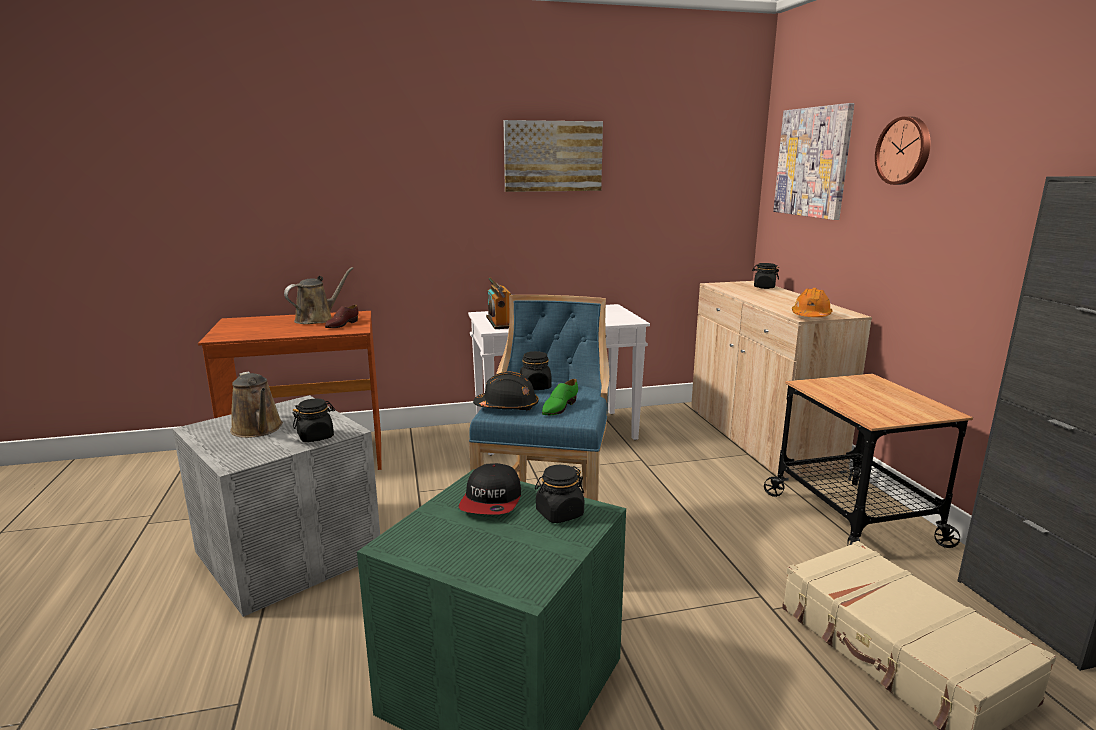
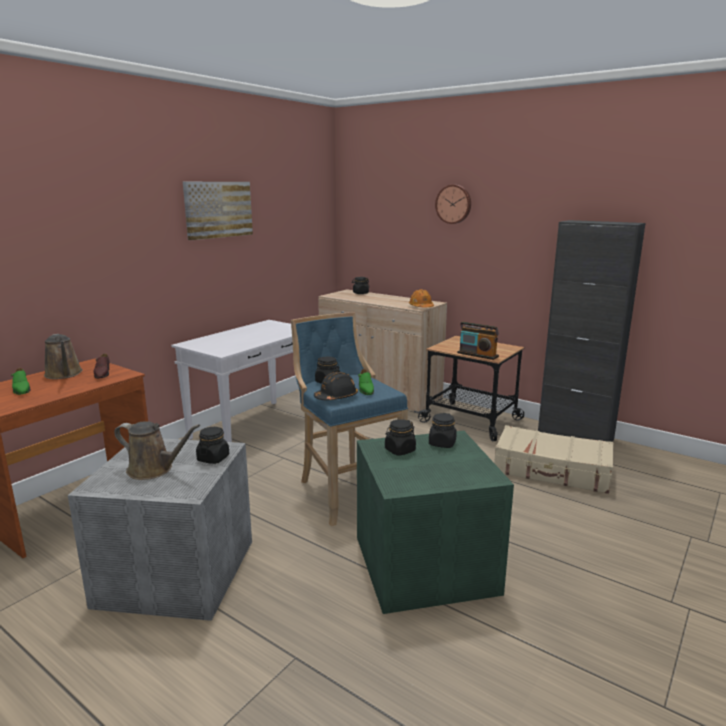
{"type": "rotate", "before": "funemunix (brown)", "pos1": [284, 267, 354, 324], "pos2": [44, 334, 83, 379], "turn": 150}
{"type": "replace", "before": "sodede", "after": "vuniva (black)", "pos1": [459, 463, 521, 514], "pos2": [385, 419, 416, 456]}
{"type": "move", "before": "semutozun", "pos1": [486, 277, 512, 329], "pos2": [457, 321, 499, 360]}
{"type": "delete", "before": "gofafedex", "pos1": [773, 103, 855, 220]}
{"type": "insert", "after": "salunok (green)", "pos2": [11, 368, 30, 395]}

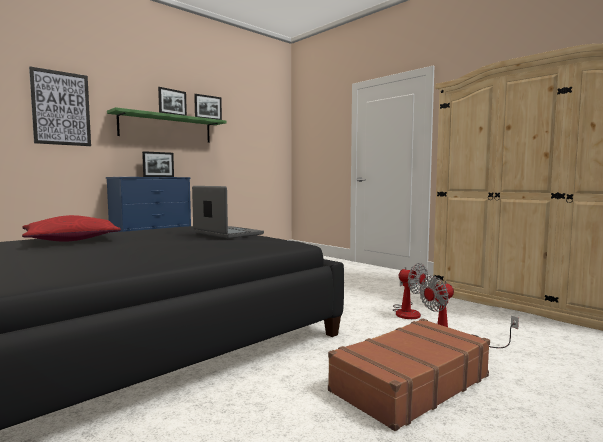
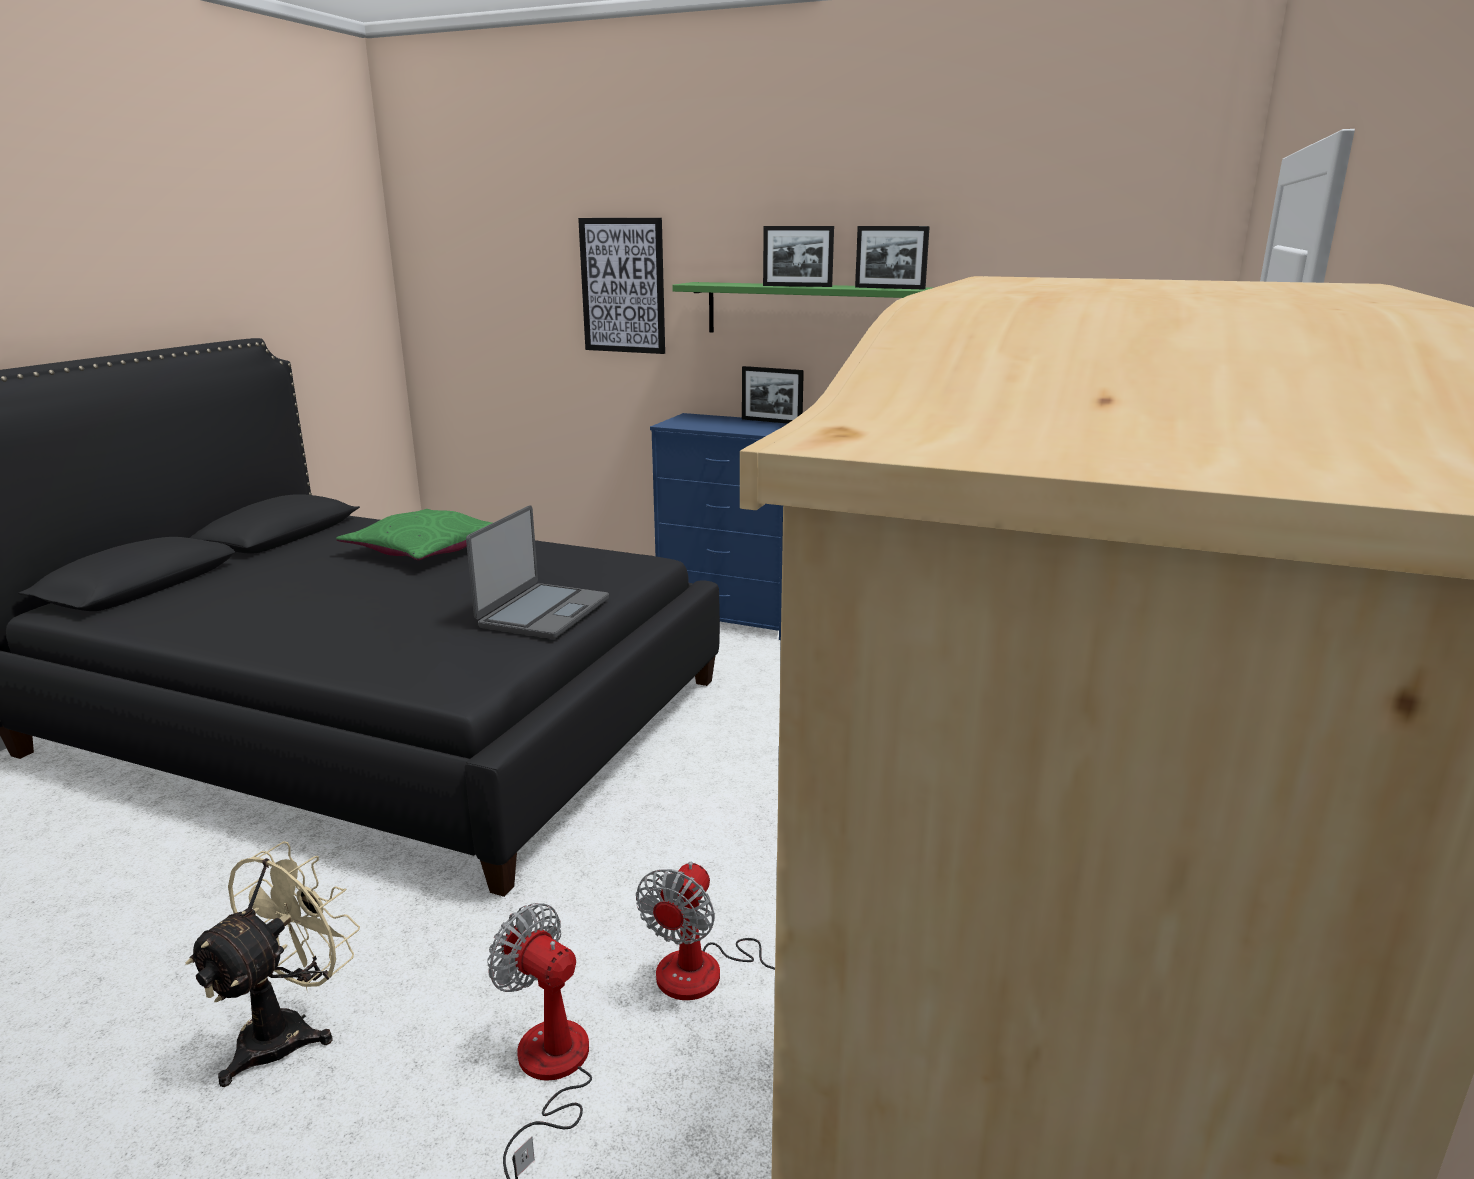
{"type": "recolor", "before": "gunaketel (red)", "after": "gunaketel (green)", "pos1": [22, 215, 121, 242], "pos2": [336, 509, 492, 560]}
{"type": "replace", "before": "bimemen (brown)", "after": "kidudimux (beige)", "pos1": [328, 319, 490, 431], "pos2": [185, 841, 360, 1087]}

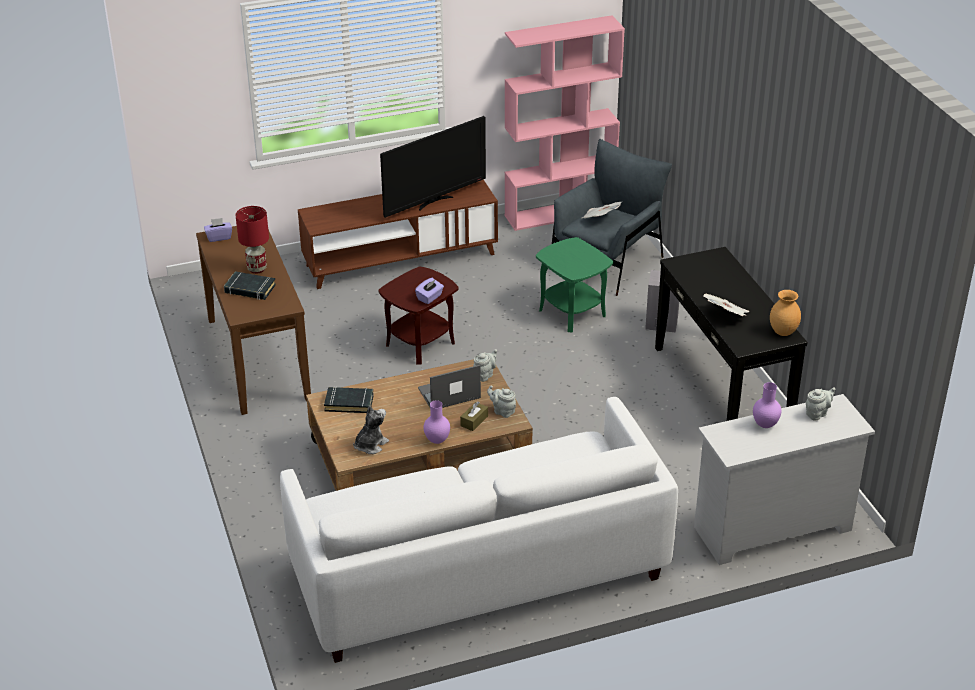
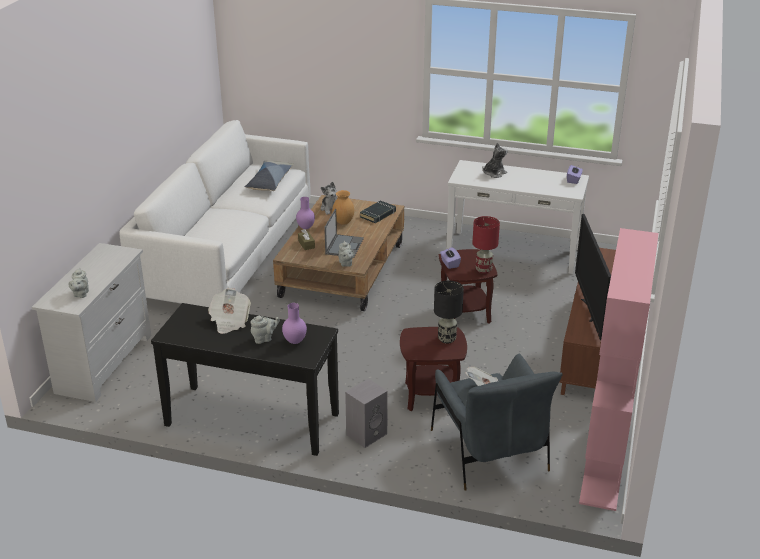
{"type": "recolor", "before": "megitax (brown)", "after": "megitax (white)", "pos1": [196, 226, 311, 415], "pos2": [446, 160, 589, 274]}
{"type": "replace", "before": "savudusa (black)", "after": "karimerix", "pos1": [224, 271, 276, 300], "pos2": [482, 143, 508, 178]}
{"type": "move", "before": "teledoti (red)", "pos1": [236, 206, 269, 274], "pos2": [473, 216, 500, 274]}
{"type": "move", "before": "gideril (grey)", "pos1": [487, 386, 516, 418], "pos2": [251, 316, 280, 344]}
{"type": "recolor", "before": "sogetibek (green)", "after": "sogetibek (brown)", "pos1": [536, 237, 613, 333], "pos2": [400, 327, 467, 411]}
{"type": "move", "before": "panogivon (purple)", "pos1": [753, 382, 781, 428], "pos2": [282, 303, 307, 344]}
{"type": "move", "before": "panogivon (brown)", "pos1": [770, 290, 801, 336], "pos2": [332, 190, 354, 225]}
{"type": "insert", "after": "gunaketel", "pos2": [245, 161, 294, 191]}
{"type": "insert", "after": "teledoti (black)", "pos2": [434, 281, 464, 344]}

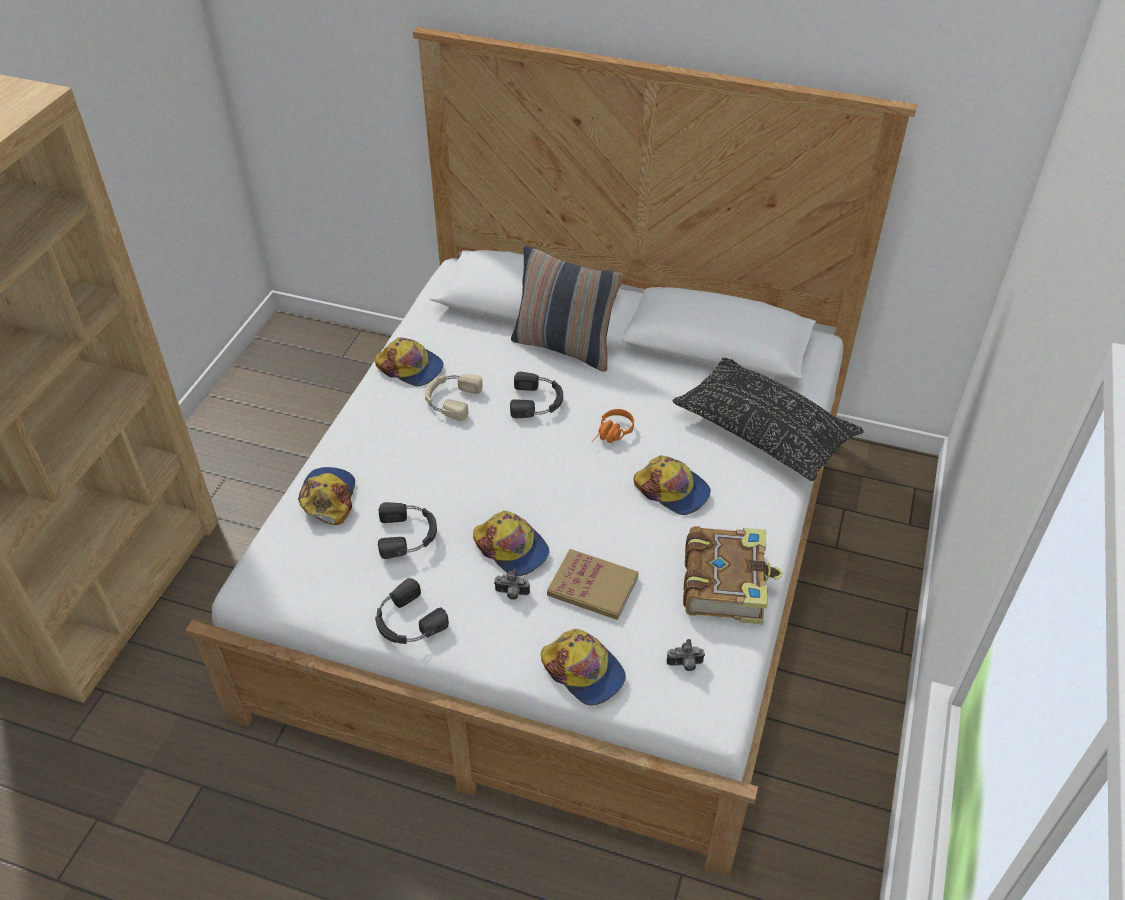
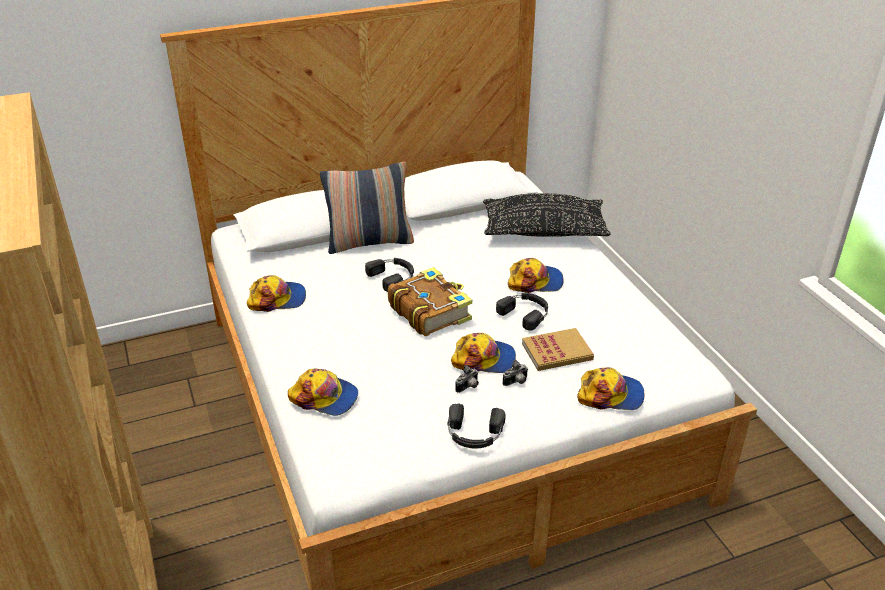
{"type": "rotate", "before": "sodede", "pos1": [298, 467, 355, 525], "pos2": [288, 369, 358, 416], "turn": 150}
{"type": "move", "before": "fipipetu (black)", "pos1": [378, 502, 437, 559], "pos2": [496, 293, 548, 331]}
{"type": "delete", "before": "fipipetu (beige)", "pos1": [425, 374, 483, 421]}
{"type": "delete", "before": "fipipetu (orange)", "pos1": [592, 409, 634, 443]}
{"type": "move", "before": "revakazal", "pos1": [667, 639, 705, 671], "pos2": [455, 365, 479, 393]}
{"type": "move", "before": "savudusa", "pos1": [683, 526, 783, 624], "pos2": [388, 267, 472, 336]}

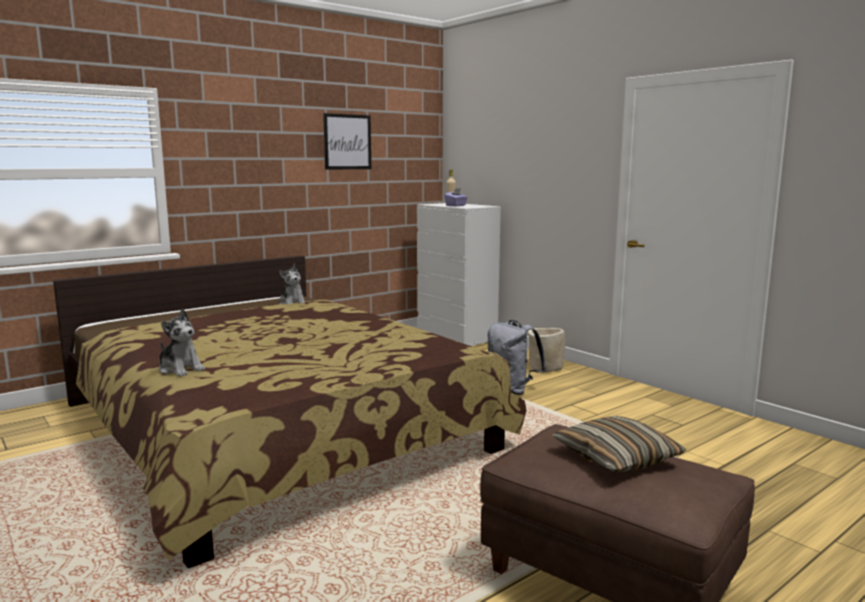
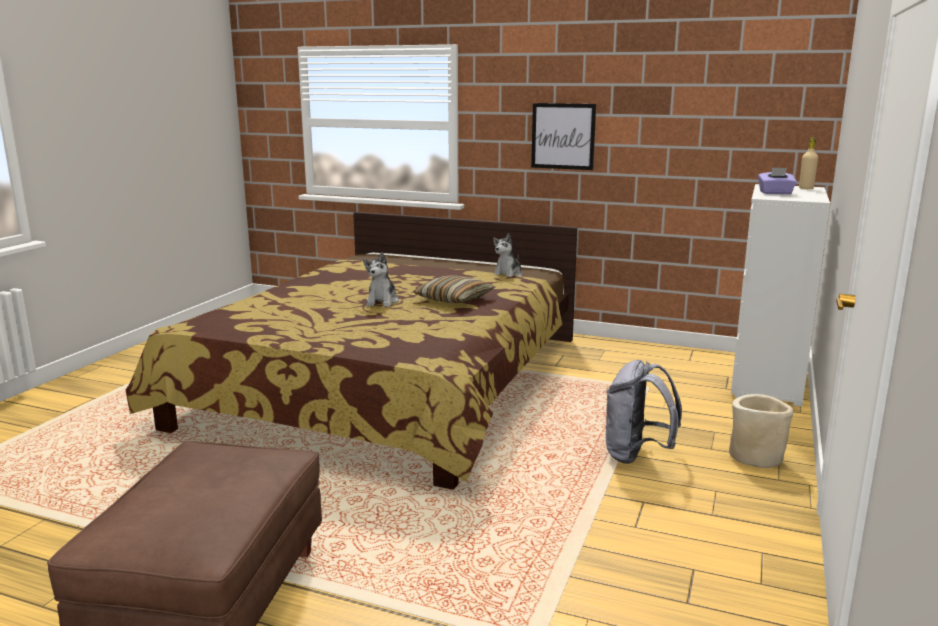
{"type": "move", "before": "karimerix", "pos1": [159, 309, 205, 377], "pos2": [363, 252, 399, 307]}
{"type": "move", "before": "gofafedex", "pos1": [323, 113, 371, 170], "pos2": [531, 103, 596, 170]}
{"type": "move", "before": "gunaketel", "pos1": [552, 416, 687, 473], "pos2": [413, 275, 496, 304]}

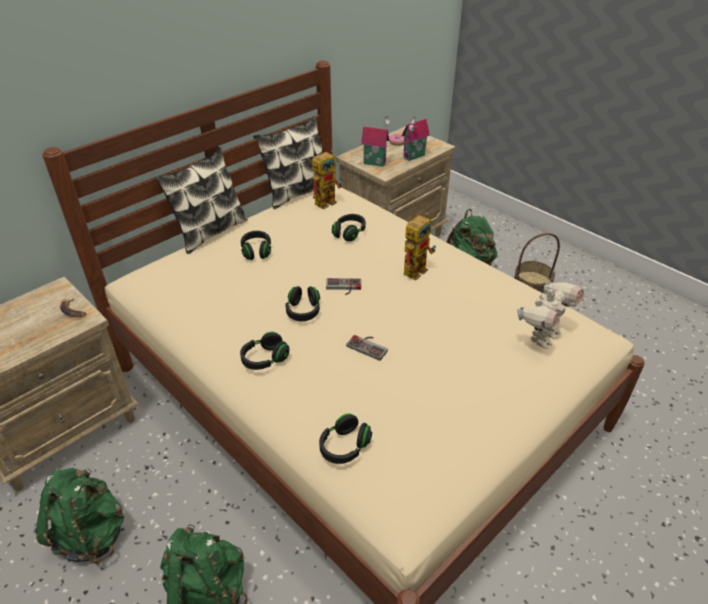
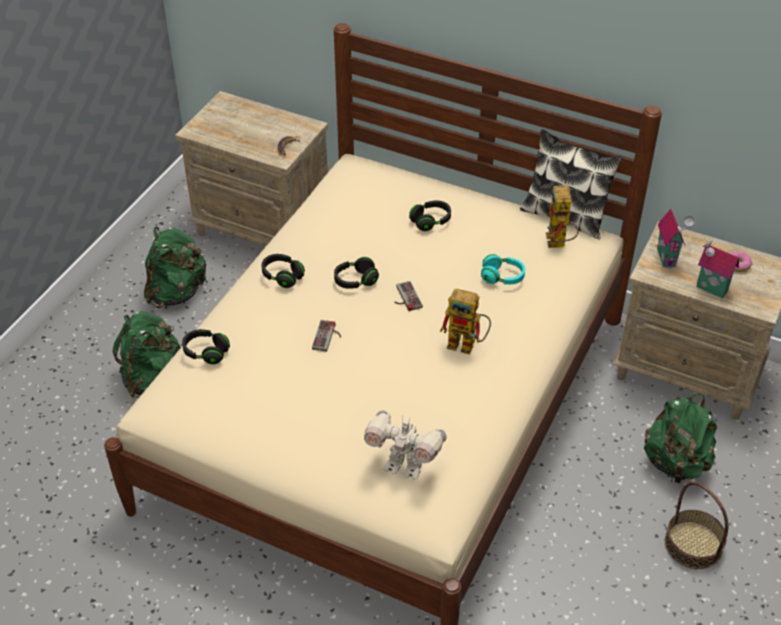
{"type": "delete", "before": "gunaketel", "pos1": [155, 147, 248, 254]}
{"type": "rotate", "before": "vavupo", "pos1": [312, 150, 343, 209], "pos2": [546, 186, 579, 248], "turn": 60}
{"type": "recolor", "before": "fipipetu (black)", "after": "fipipetu (turquoise)", "pos1": [332, 214, 366, 241], "pos2": [481, 254, 525, 285]}

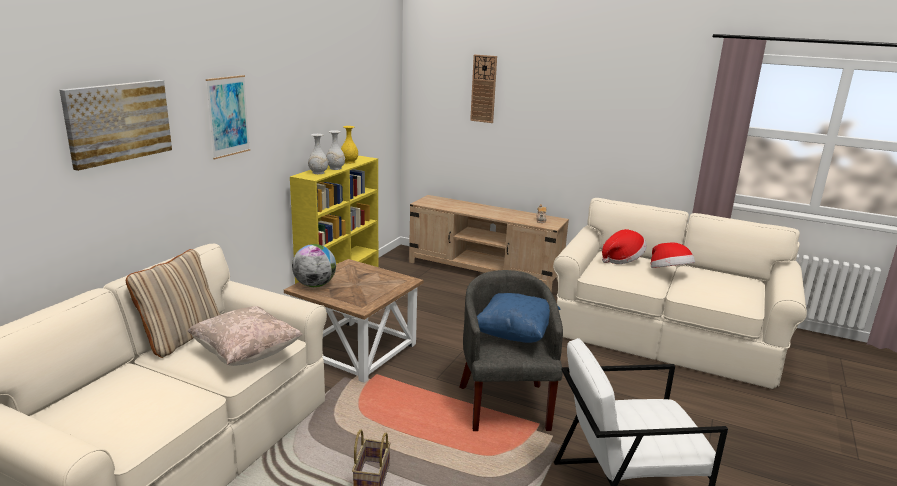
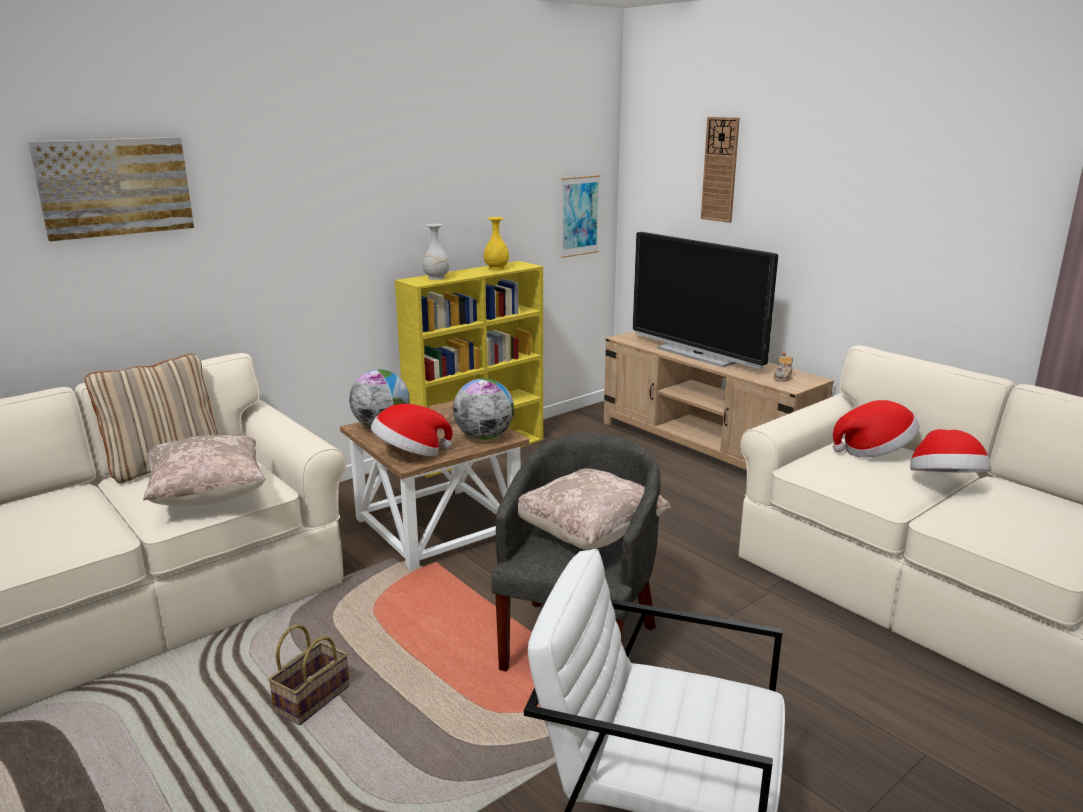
{"type": "move", "before": "gofafedex", "pos1": [206, 75, 250, 159], "pos2": [561, 175, 601, 258]}
{"type": "delete", "before": "panogivon (white)", "pos1": [326, 130, 345, 170]}
{"type": "recolor", "before": "gunaketel (blue)", "after": "gunaketel (beige)", "pos1": [477, 293, 561, 343], "pos2": [518, 468, 671, 550]}
{"type": "insert", "after": "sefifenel", "pos2": [371, 404, 453, 456]}
{"type": "insert", "after": "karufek", "pos2": [453, 378, 514, 440]}
{"type": "insert", "after": "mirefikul", "pos2": [633, 232, 778, 369]}

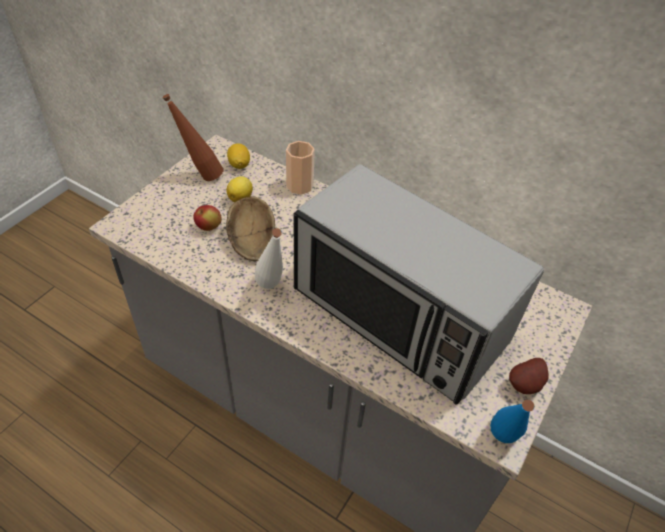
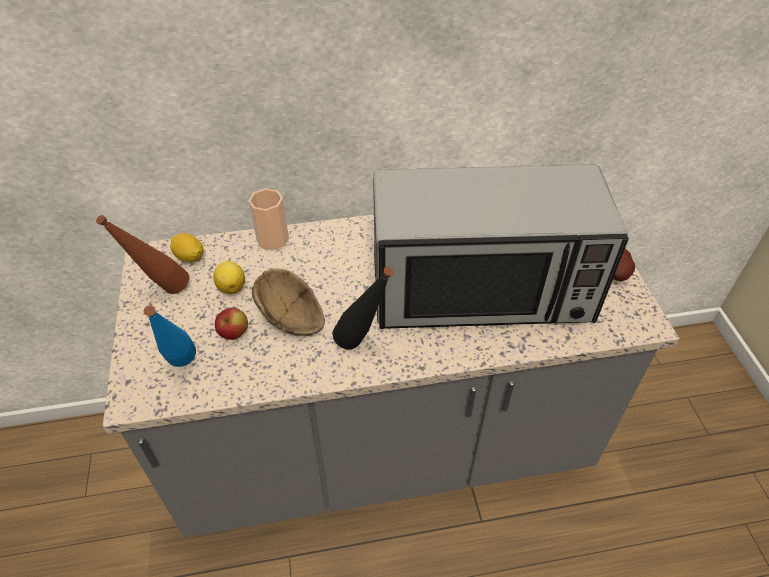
{"type": "recolor", "before": "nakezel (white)", "after": "nakezel (black)", "pos1": [255, 228, 283, 289], "pos2": [333, 267, 394, 350]}
{"type": "move", "before": "nakezel (blue)", "pos1": [490, 400, 534, 443], "pos2": [144, 305, 196, 367]}

